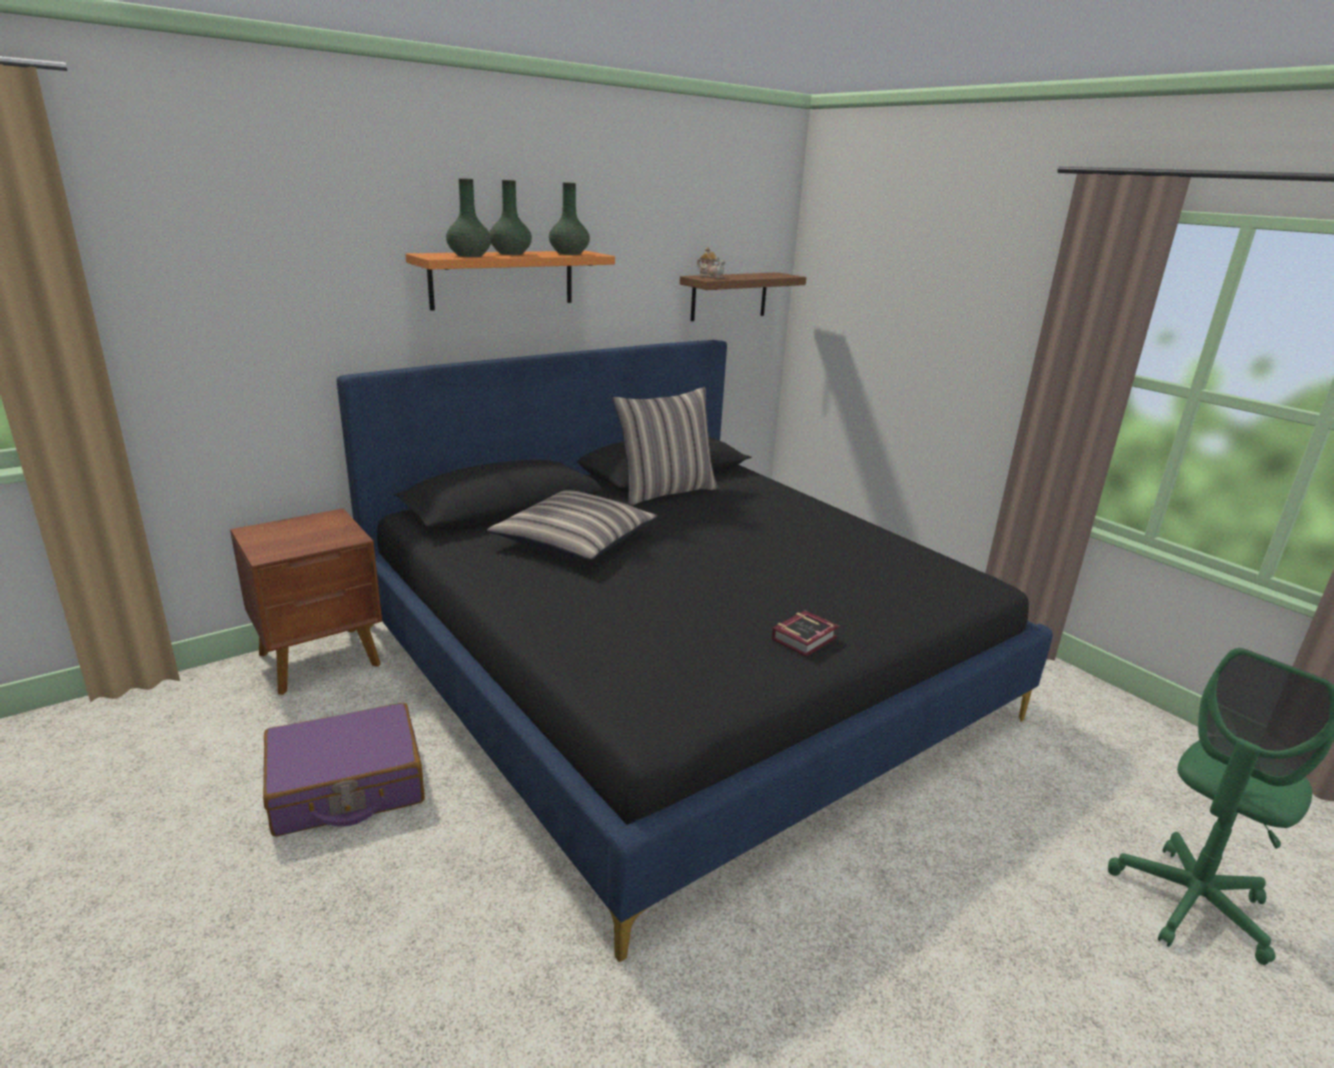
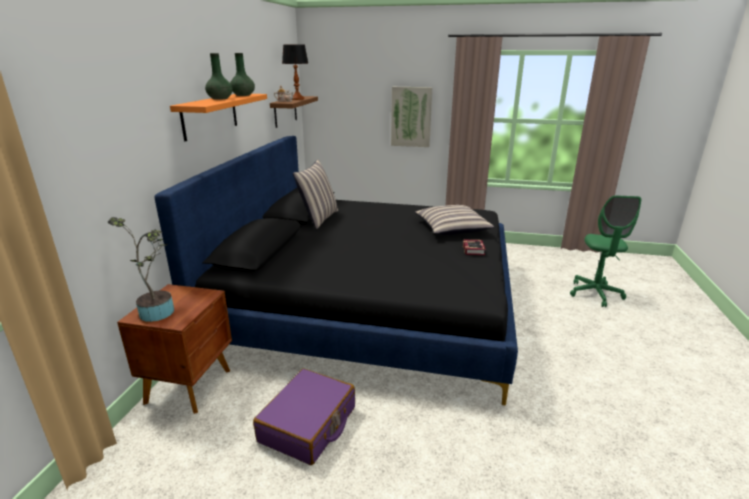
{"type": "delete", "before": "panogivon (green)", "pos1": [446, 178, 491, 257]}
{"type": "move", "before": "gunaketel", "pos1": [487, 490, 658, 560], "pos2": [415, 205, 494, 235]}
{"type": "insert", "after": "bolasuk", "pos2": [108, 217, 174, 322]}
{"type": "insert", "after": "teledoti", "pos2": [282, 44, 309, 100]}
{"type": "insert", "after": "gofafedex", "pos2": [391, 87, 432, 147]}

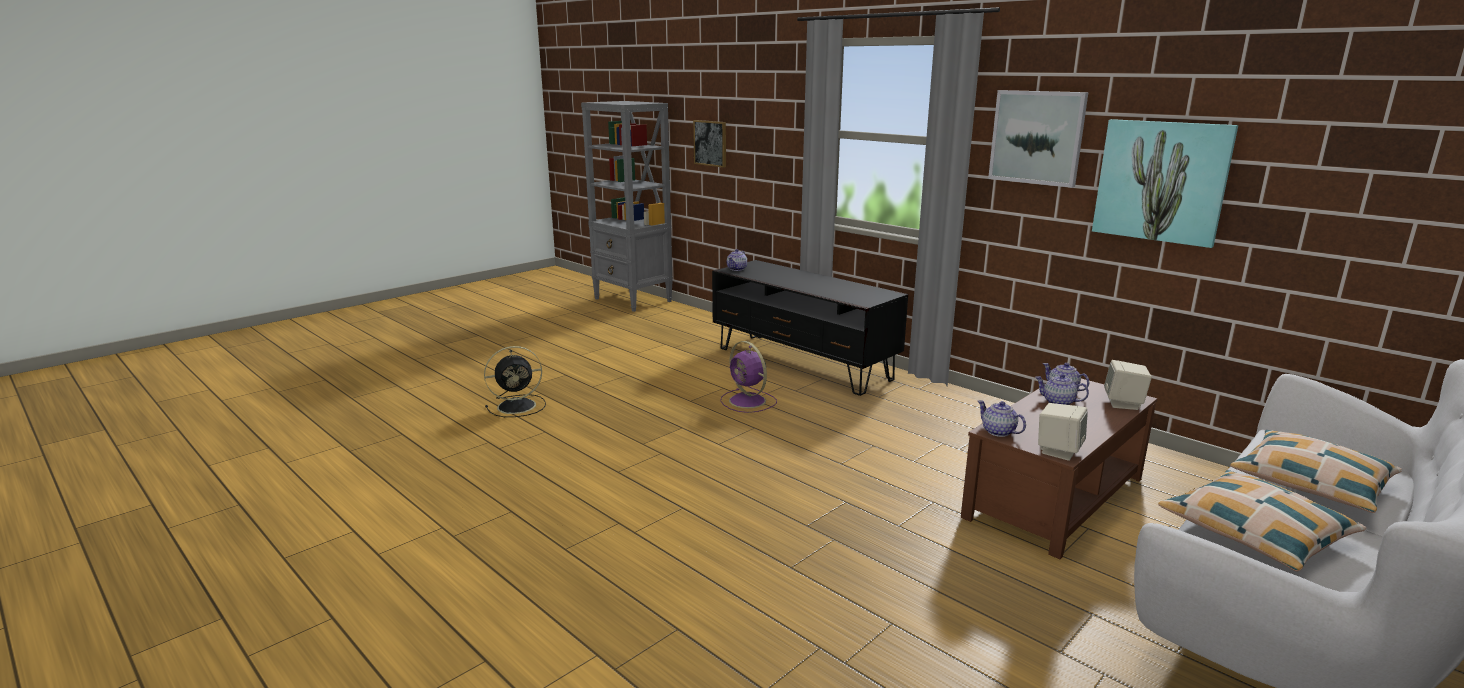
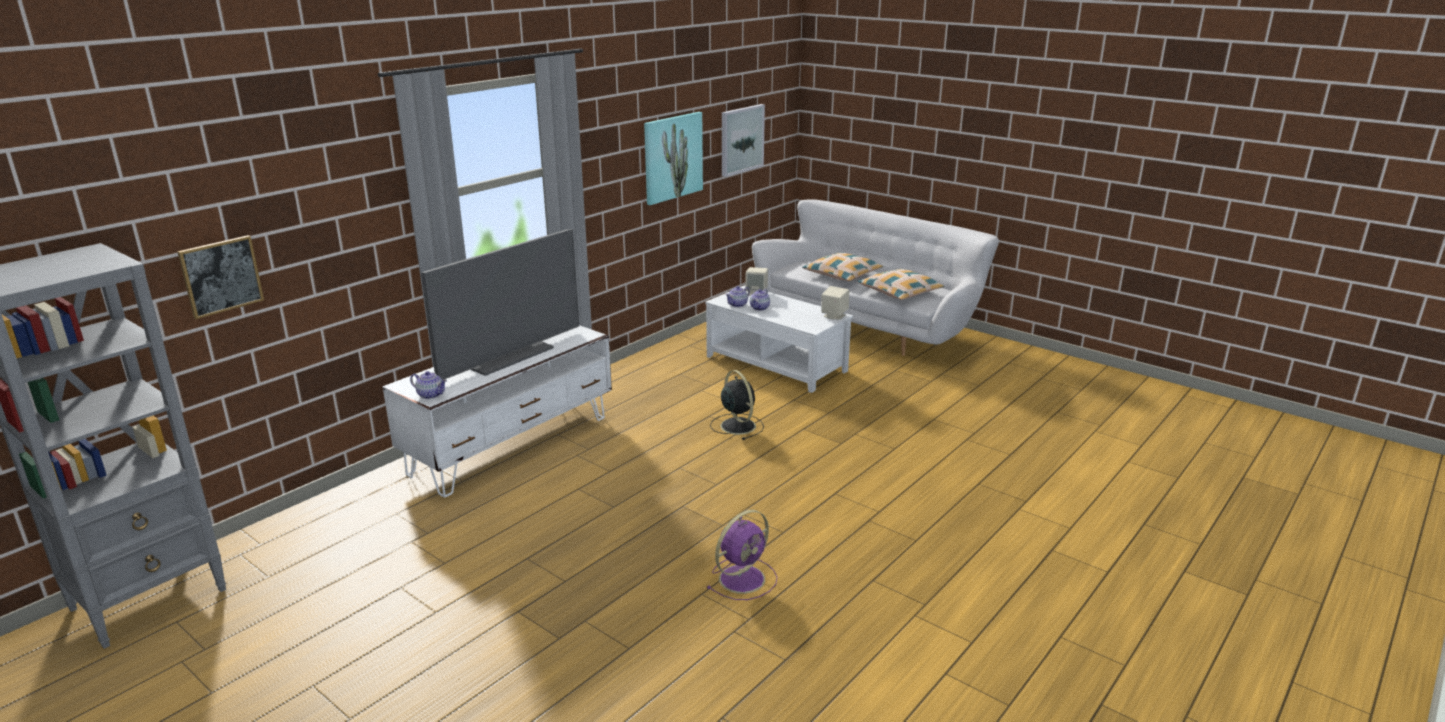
{"type": "move", "before": "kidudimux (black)", "pos1": [484, 346, 546, 417], "pos2": [710, 370, 764, 440]}
{"type": "recolor", "before": "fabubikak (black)", "after": "fabubikak (white)", "pos1": [712, 260, 908, 396], "pos2": [383, 325, 612, 497]}
{"type": "move", "before": "kidudimux (purple)", "pos1": [720, 341, 777, 413], "pos2": [706, 510, 777, 600]}
{"type": "recolor", "before": "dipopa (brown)", "after": "dipopa (white)", "pos1": [961, 378, 1157, 559], "pos2": [705, 285, 853, 393]}
{"type": "delete", "before": "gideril", "pos1": [978, 400, 1026, 437]}
{"type": "move", "before": "gofafedex", "pos1": [988, 90, 1089, 188], "pos2": [722, 104, 765, 177]}
{"type": "insert", "after": "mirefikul", "pos2": [421, 229, 579, 380]}

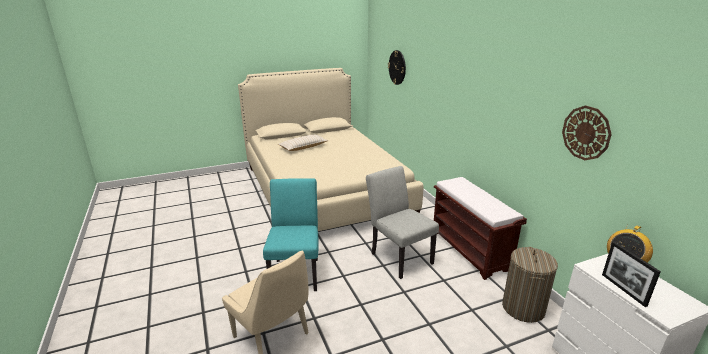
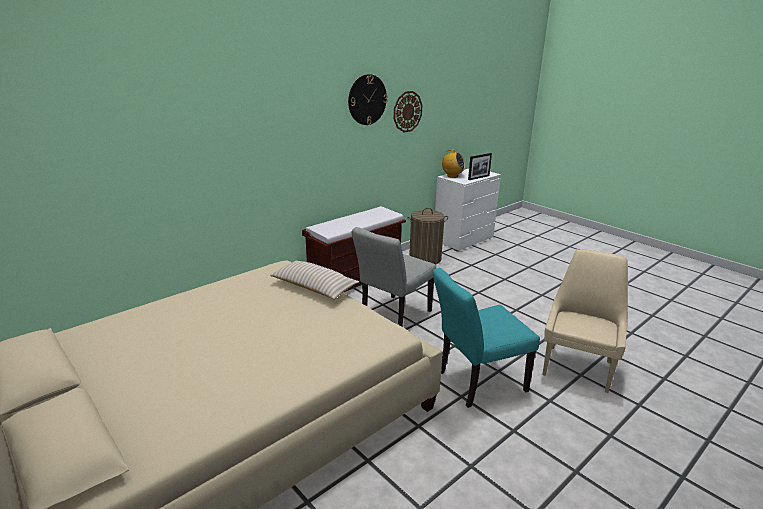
{"type": "move", "before": "gunaketel (beige)", "pos1": [278, 135, 328, 151], "pos2": [270, 260, 359, 299]}
{"type": "move", "before": "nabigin", "pos1": [388, 50, 406, 85], "pos2": [348, 74, 387, 125]}

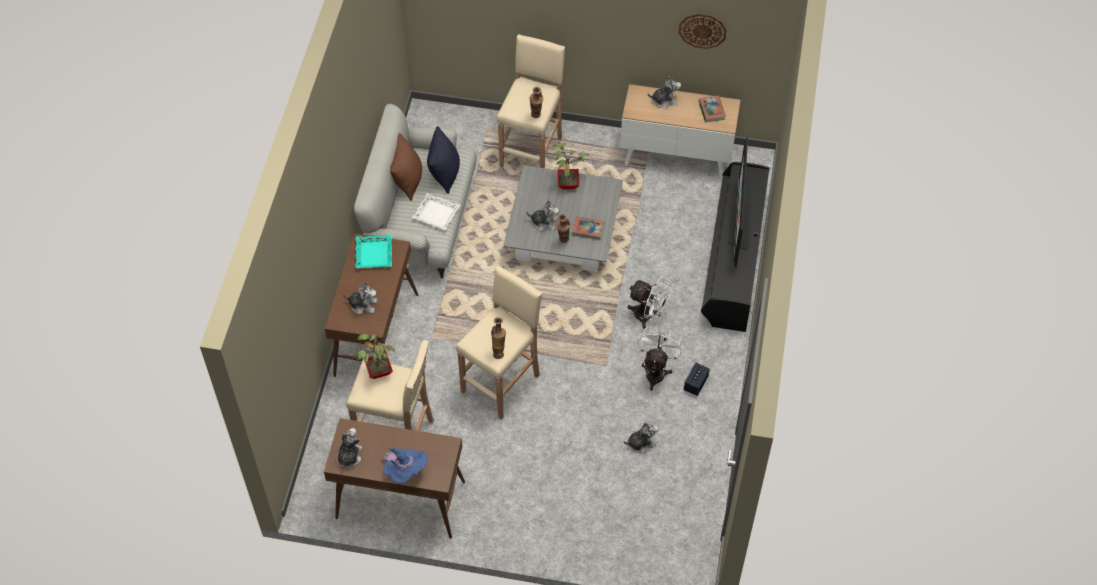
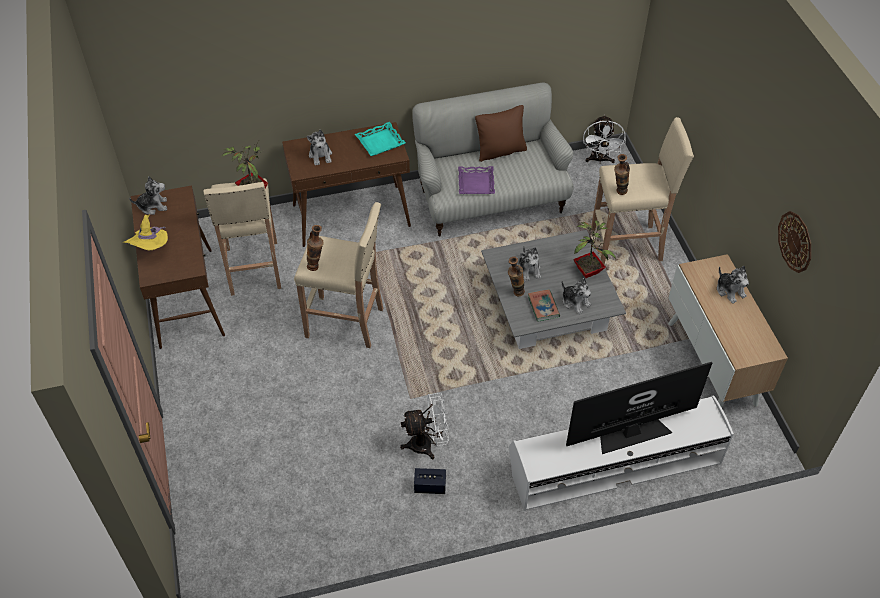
{"type": "recolor", "before": "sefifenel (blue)", "after": "sefifenel (yellow)", "pos1": [380, 448, 428, 483], "pos2": [123, 214, 168, 250]}
{"type": "recolor", "before": "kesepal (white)", "after": "kesepal (purple)", "pos1": [412, 193, 460, 230], "pos2": [458, 166, 495, 194]}
{"type": "delete", "before": "gunaketel (black)", "pos1": [427, 126, 460, 194]}
{"type": "move", "before": "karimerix", "pos1": [624, 422, 659, 453], "pos2": [562, 278, 591, 314]}
{"type": "move", "before": "kidudimux (white)", "pos1": [627, 277, 673, 329], "pos2": [583, 115, 626, 164]}
{"type": "delete", "before": "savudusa", "pos1": [698, 96, 726, 122]}
{"type": "recolor", "before": "fabubikak (black)", "after": "fabubikak (white)", "pos1": [701, 162, 770, 332], "pos2": [509, 395, 734, 511]}

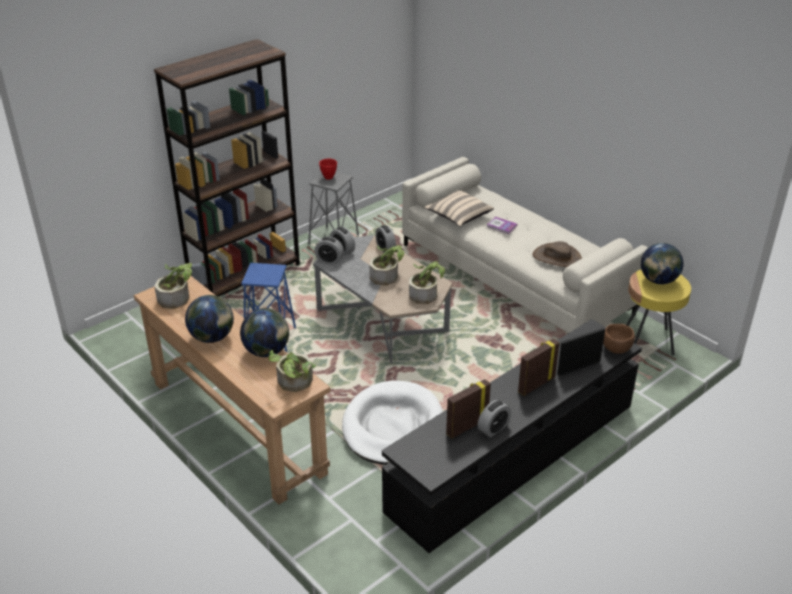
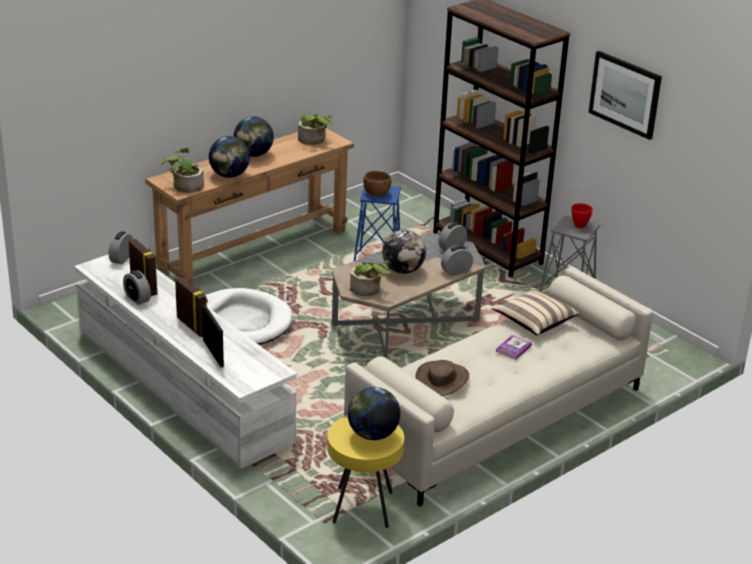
{"type": "move", "before": "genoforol", "pos1": [315, 237, 344, 264], "pos2": [109, 231, 133, 265]}
{"type": "replace", "before": "bolasuk", "after": "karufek", "pos1": [369, 245, 404, 285], "pos2": [382, 230, 426, 274]}
{"type": "recolor", "before": "fabubikak (black)", "after": "fabubikak (white)", "pos1": [382, 319, 642, 553], "pos2": [74, 254, 296, 469]}
{"type": "move", "before": "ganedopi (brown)", "pos1": [603, 324, 635, 354], "pos2": [363, 171, 392, 196]}
{"type": "insert", "after": "gofafedex", "pos2": [588, 51, 662, 140]}

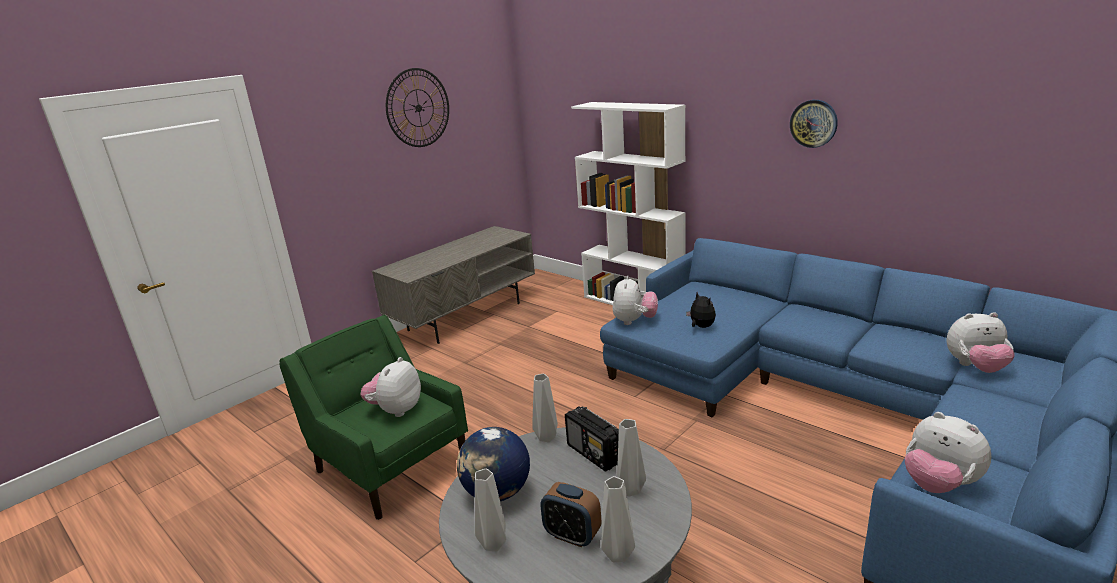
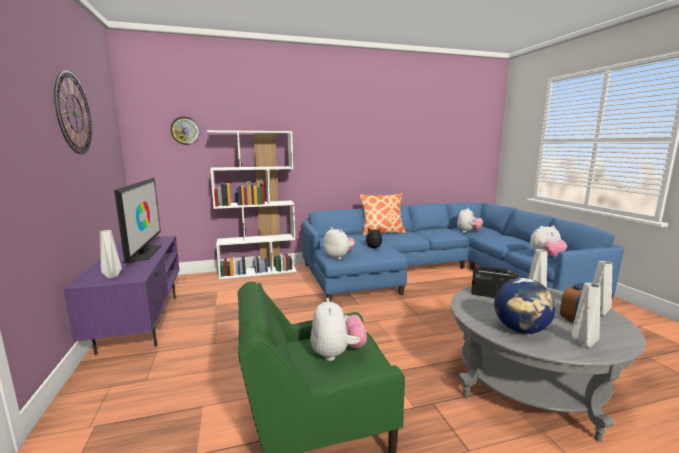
{"type": "rotate", "before": "karimerix", "pos1": [360, 357, 421, 417], "pos2": [311, 298, 367, 361], "turn": -150}
{"type": "recolor", "before": "fabubikak (grey)", "after": "fabubikak (purple)", "pos1": [372, 226, 535, 344], "pos2": [63, 236, 179, 355]}
{"type": "move", "before": "panogivon (grey)", "pos1": [532, 374, 558, 442], "pos2": [100, 230, 122, 278]}
{"type": "rotate", "before": "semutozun", "pos1": [565, 407, 619, 472], "pos2": [471, 266, 518, 298], "turn": -150}
{"type": "move", "before": "nabigin", "pos1": [790, 100, 838, 148], "pos2": [170, 117, 200, 145]}
{"type": "insert", "after": "mirefikul", "pos2": [114, 178, 161, 264]}
{"type": "insert", "after": "gunaketel", "pos2": [360, 193, 406, 235]}

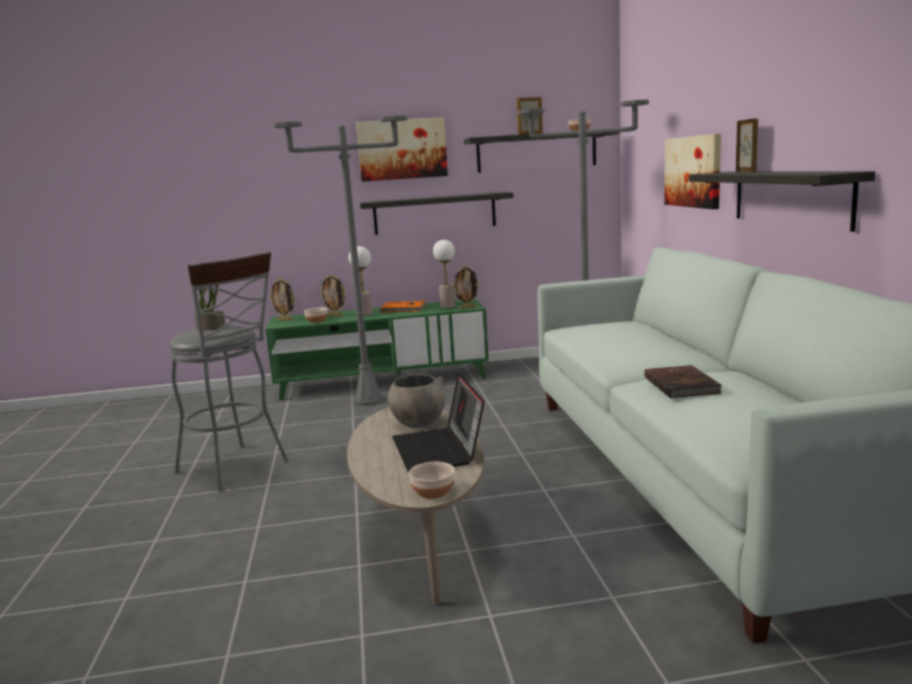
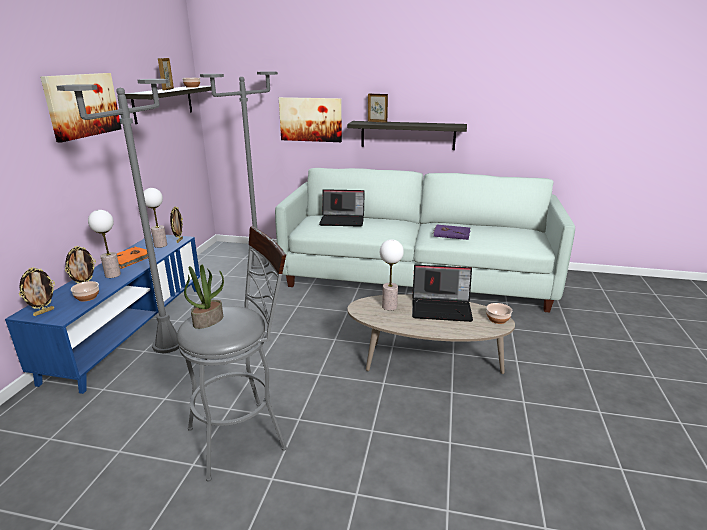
{"type": "recolor", "before": "fabubikak (green)", "after": "fabubikak (blue)", "pos1": [265, 299, 489, 400], "pos2": [5, 234, 200, 394]}
{"type": "delete", "before": "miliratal", "pos1": [360, 192, 514, 235]}
{"type": "replace", "before": "ganedopi (grey)", "after": "teledoti", "pos1": [388, 374, 446, 428], "pos2": [380, 239, 404, 311]}
{"type": "recolor", "before": "savudusa (brown)", "after": "savudusa (purple)", "pos1": [644, 365, 722, 398], "pos2": [433, 225, 471, 240]}
{"type": "insert", "after": "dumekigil", "pos2": [319, 189, 365, 227]}

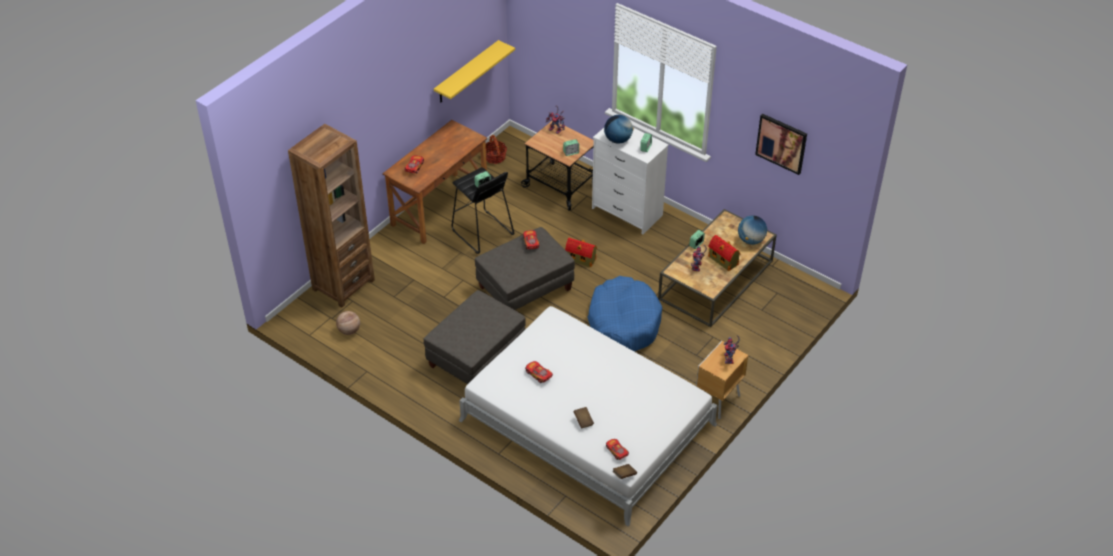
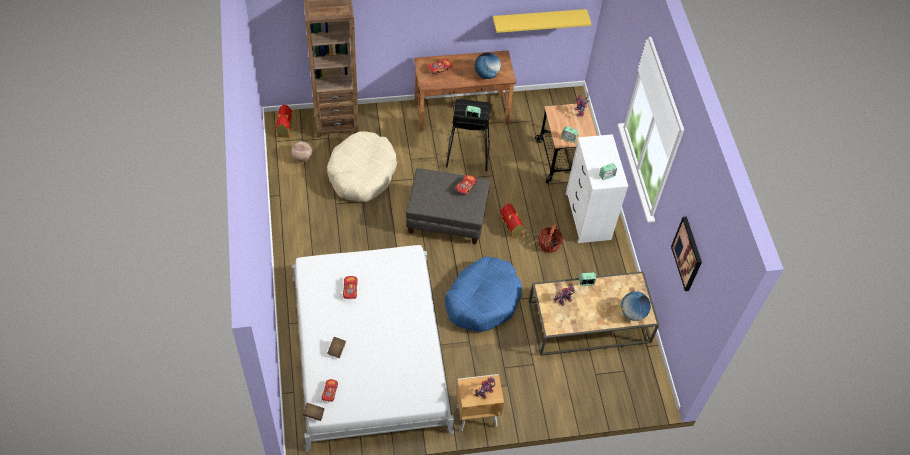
{"type": "delete", "before": "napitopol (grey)", "pos1": [424, 290, 526, 384]}
{"type": "move", "before": "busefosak", "pos1": [486, 135, 507, 164], "pos2": [538, 225, 564, 253]}
{"type": "move", "before": "karufek", "pos1": [604, 115, 634, 144], "pos2": [475, 52, 501, 79]}
{"type": "move", "before": "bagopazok", "pos1": [708, 235, 741, 271], "pos2": [275, 104, 292, 138]}
{"type": "insert", "after": "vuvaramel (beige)", "pos2": [327, 131, 397, 202]}

